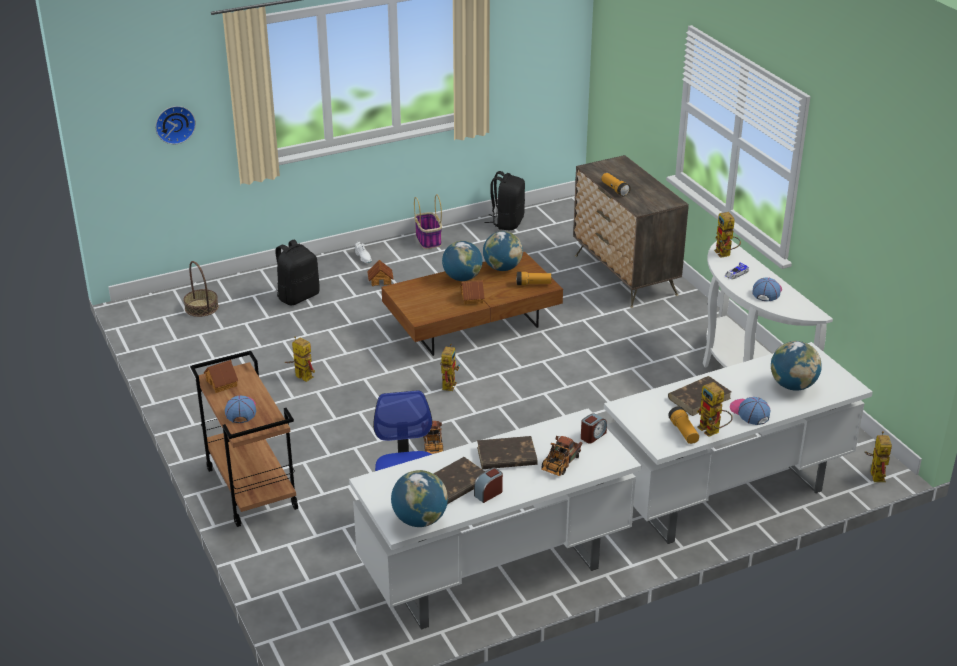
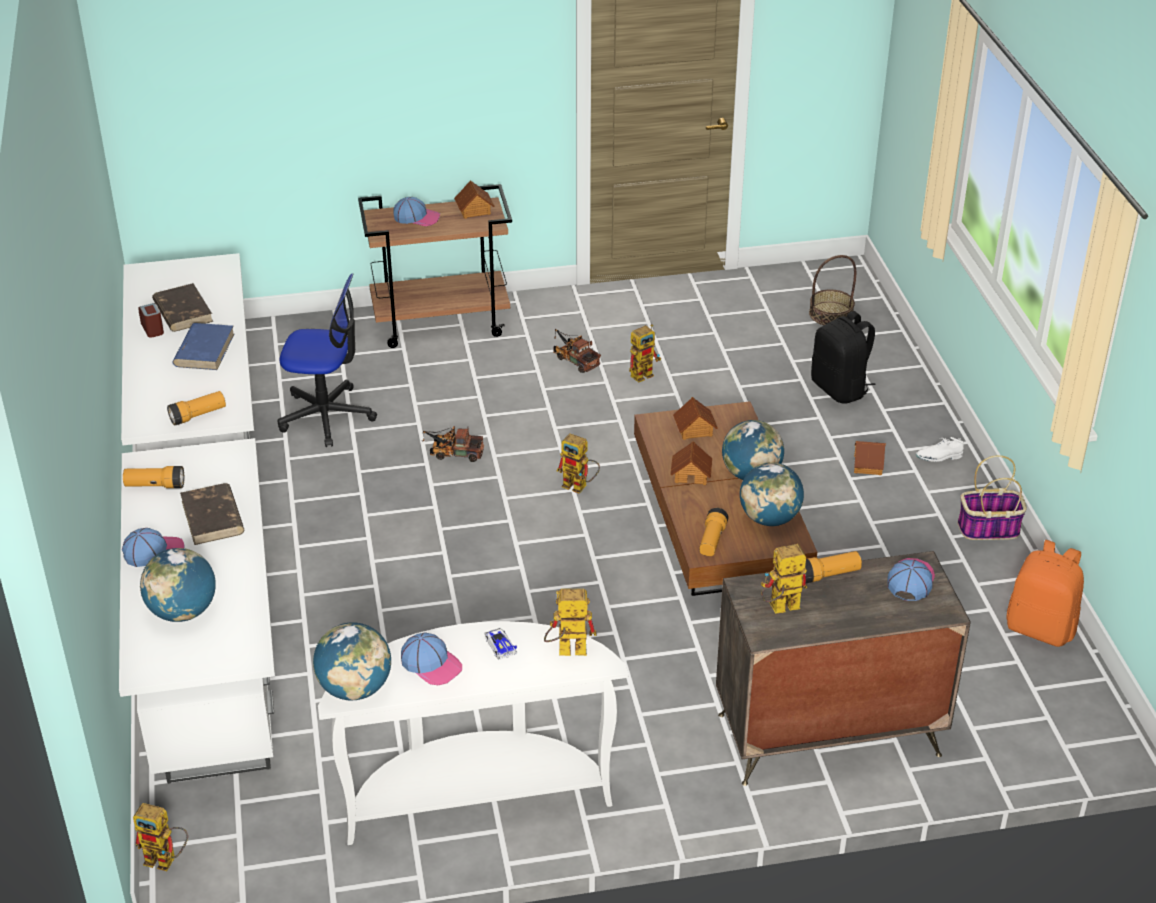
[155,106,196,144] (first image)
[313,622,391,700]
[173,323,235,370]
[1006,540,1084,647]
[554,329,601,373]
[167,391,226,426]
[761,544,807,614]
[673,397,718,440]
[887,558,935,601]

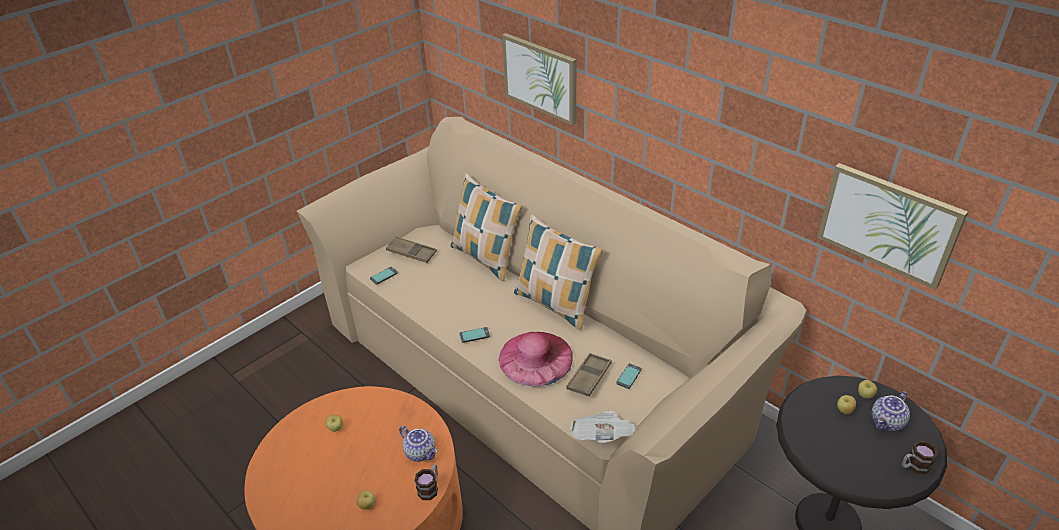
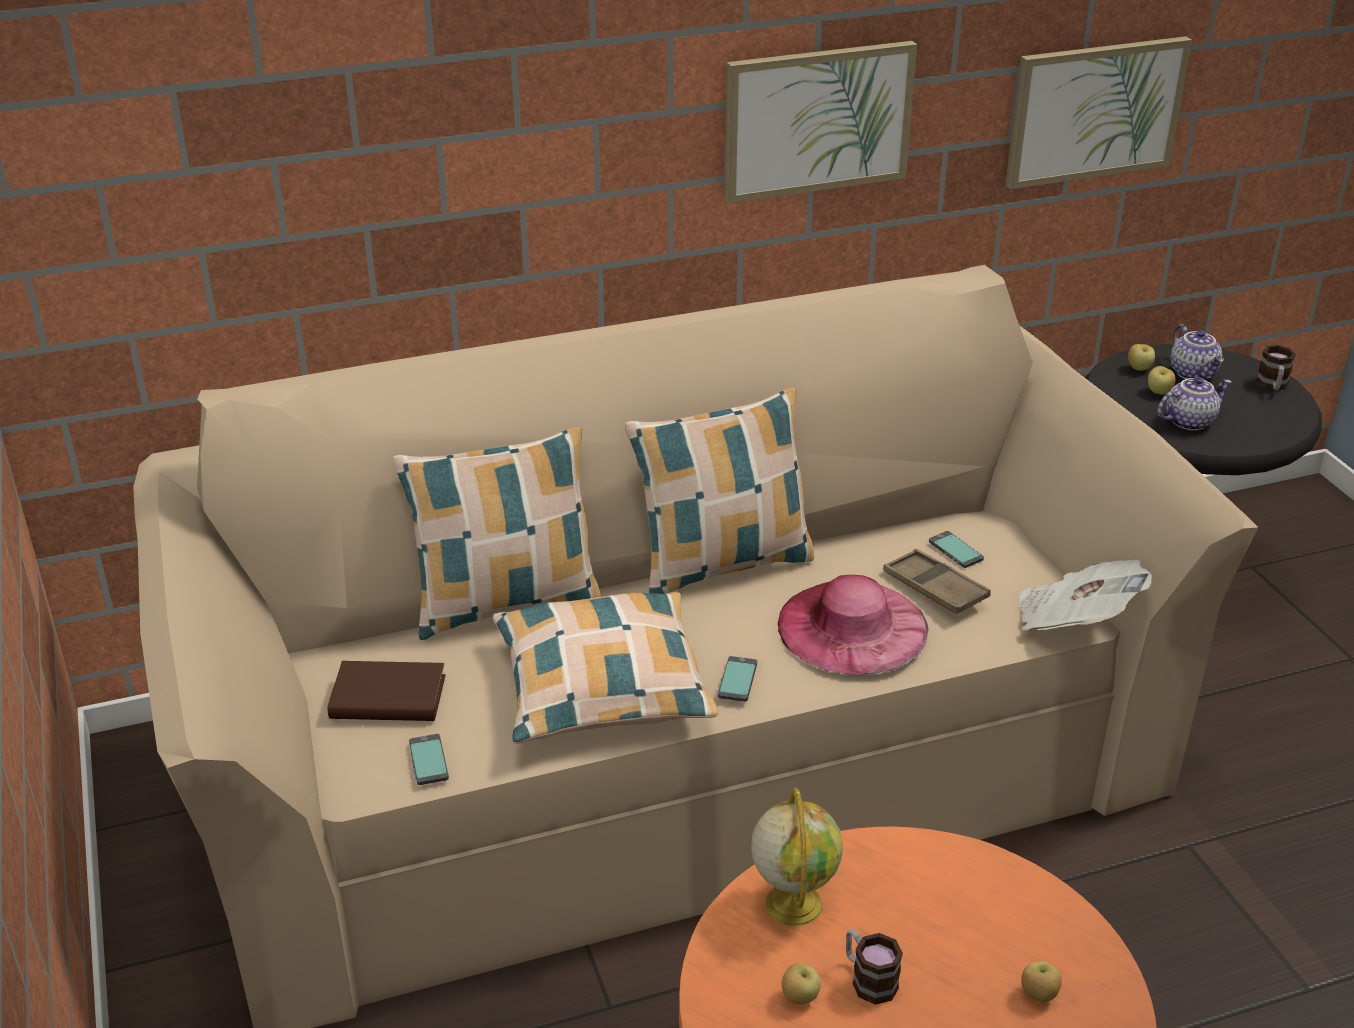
[327,661,445,721]
[1158,377,1232,431]
[846,929,903,1005]
[724,41,917,203]
[493,592,718,744]
[751,788,843,927]

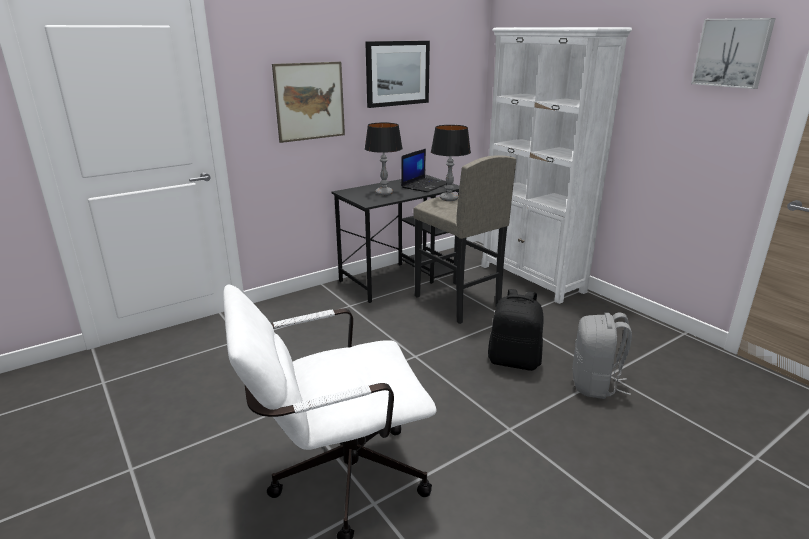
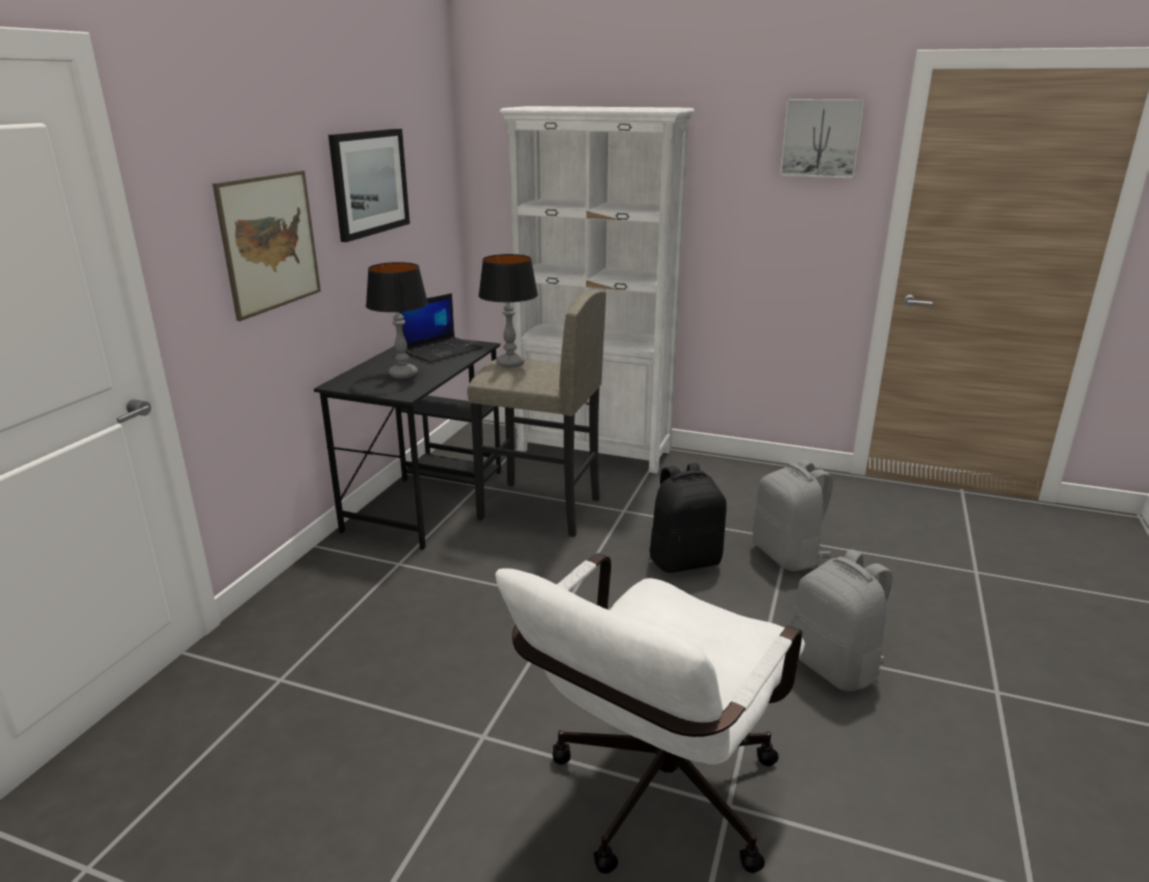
[399,293,483,363]
[791,549,893,691]

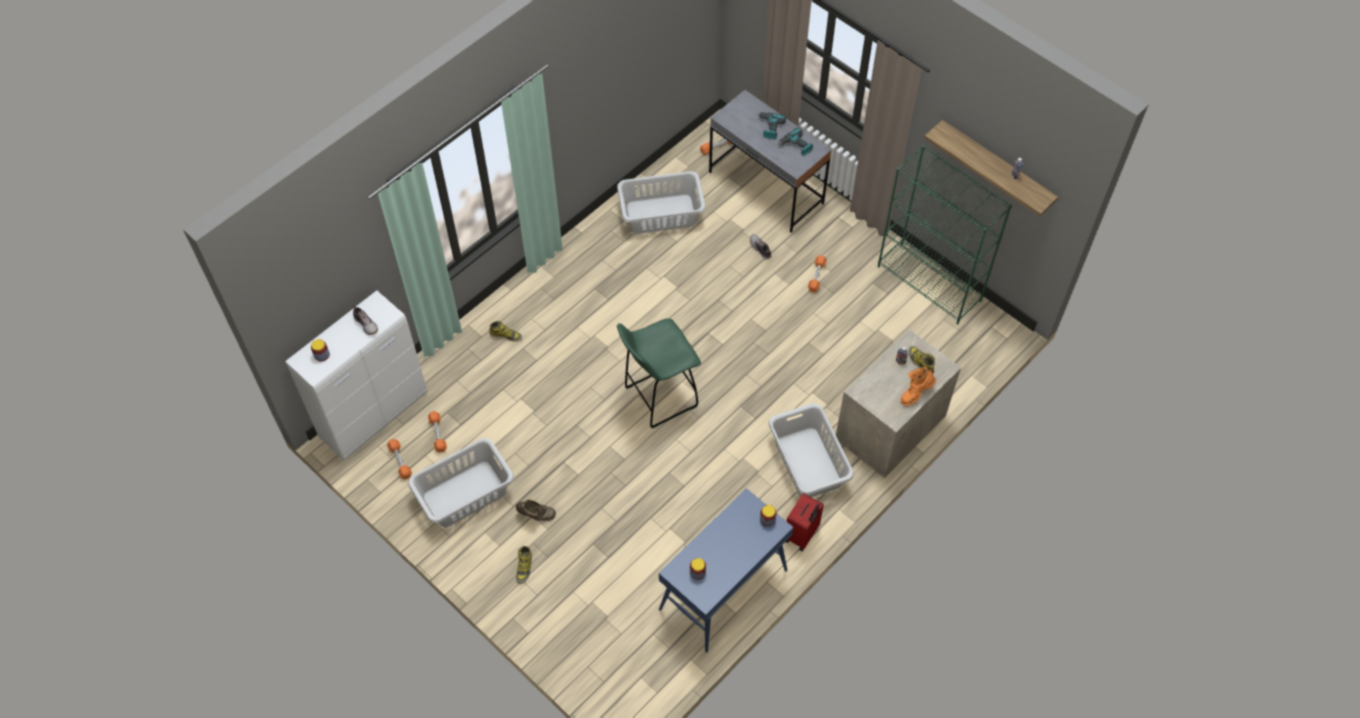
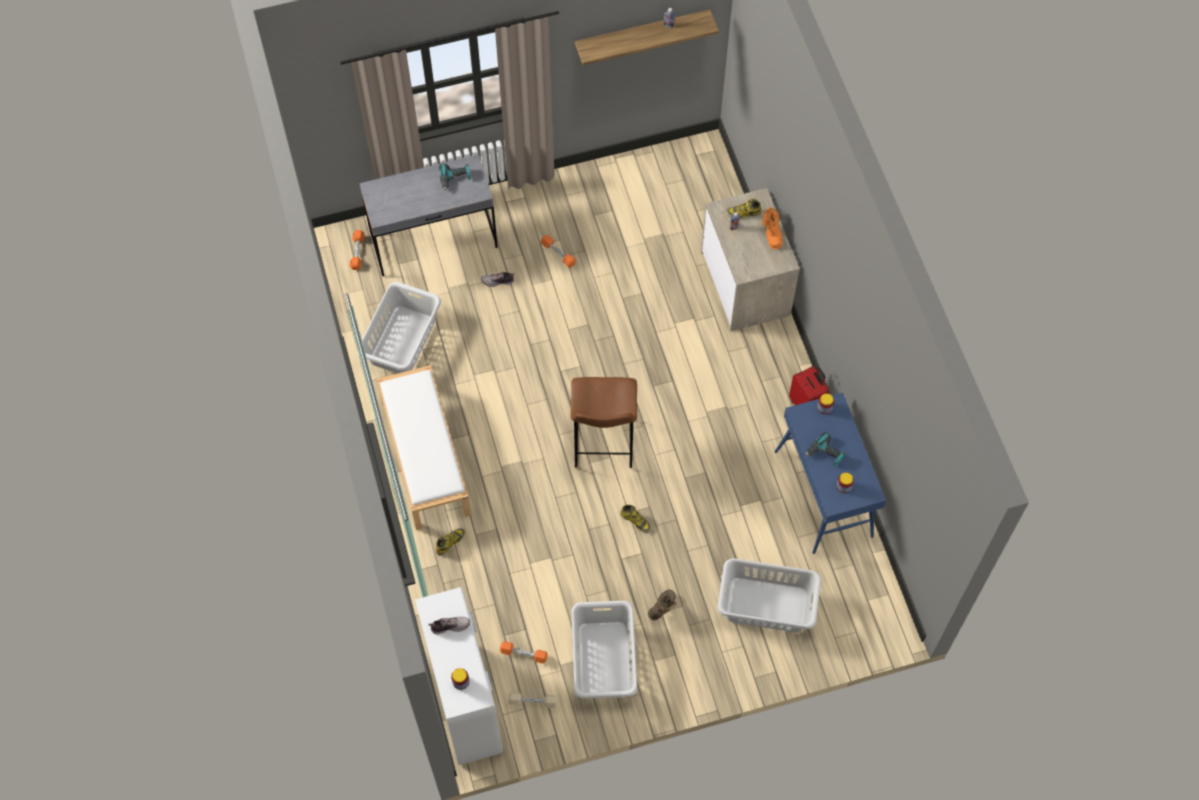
[508,692,557,708]
[620,505,652,533]
[571,377,637,468]
[805,432,846,467]
[718,558,821,632]
[878,145,1012,325] (first image)
[376,365,471,530]

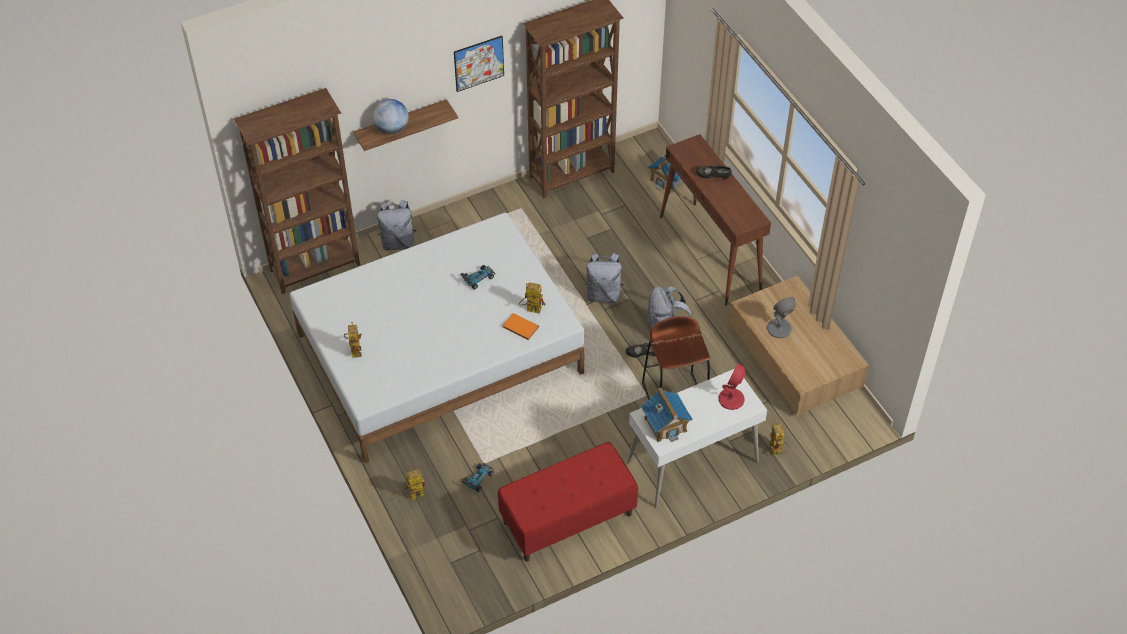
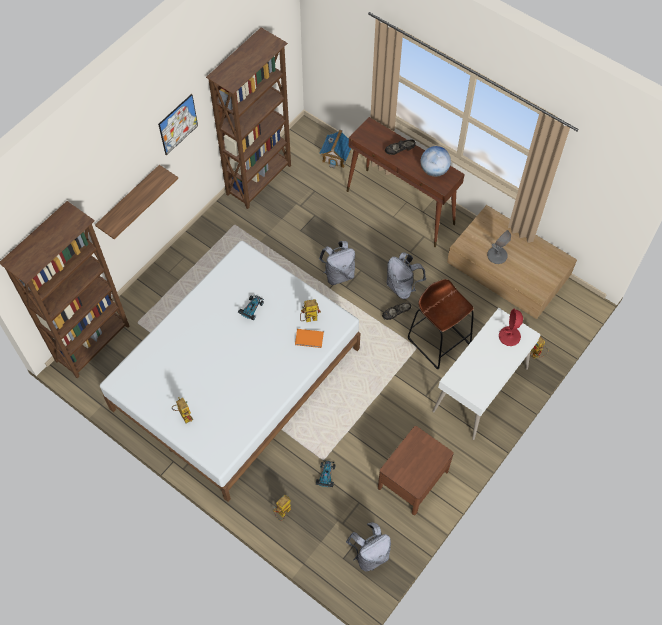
[421,146,451,177]
[346,522,391,571]
[378,426,454,515]
[641,388,692,442] (first image)

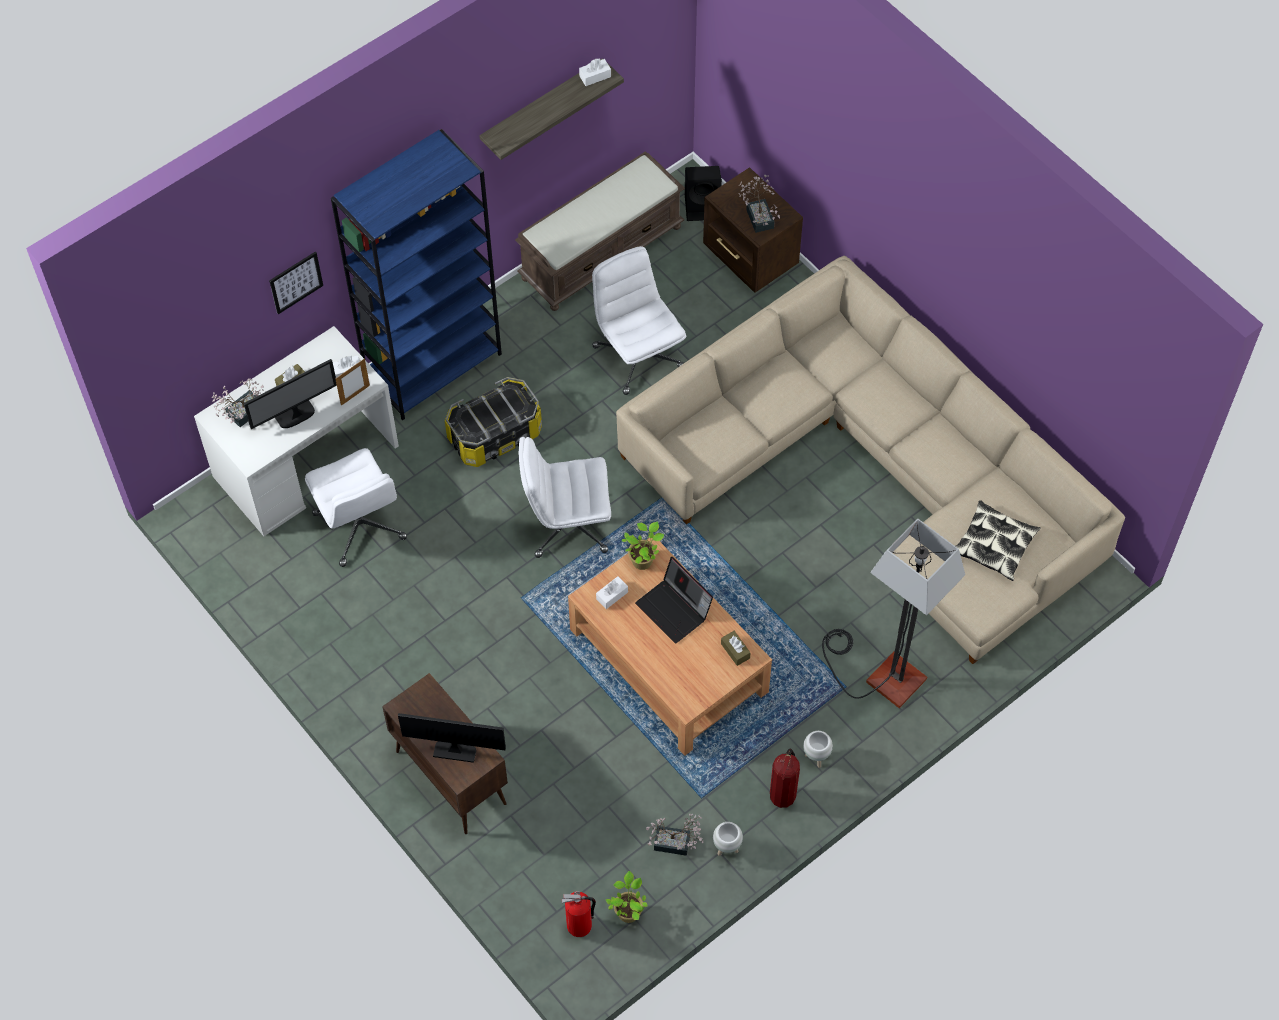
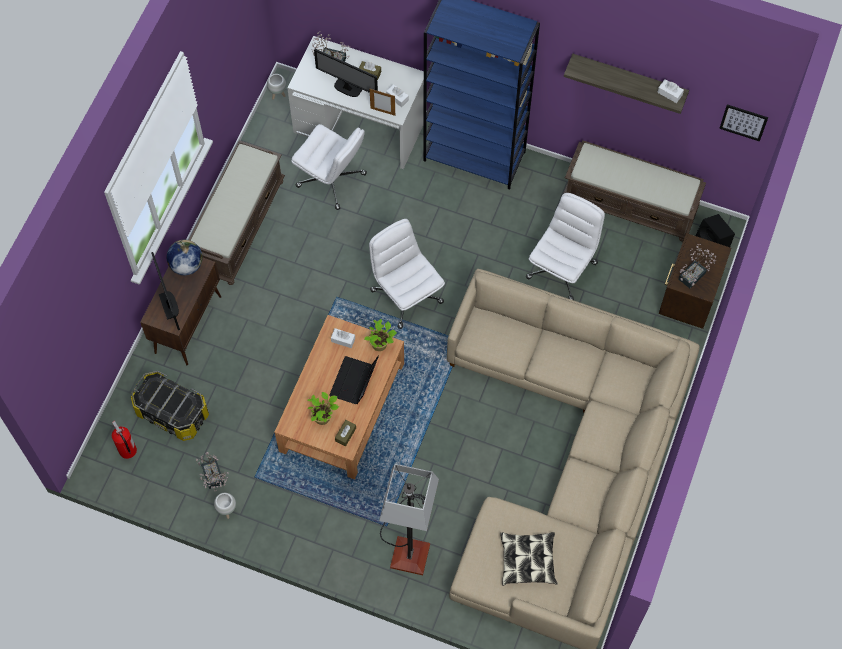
[719,104,768,142]
[291,124,367,210]
[131,371,209,441]
[307,392,339,425]
[770,749,800,808] (first image)
[267,74,286,100]
[166,239,203,275]
[189,141,285,285]

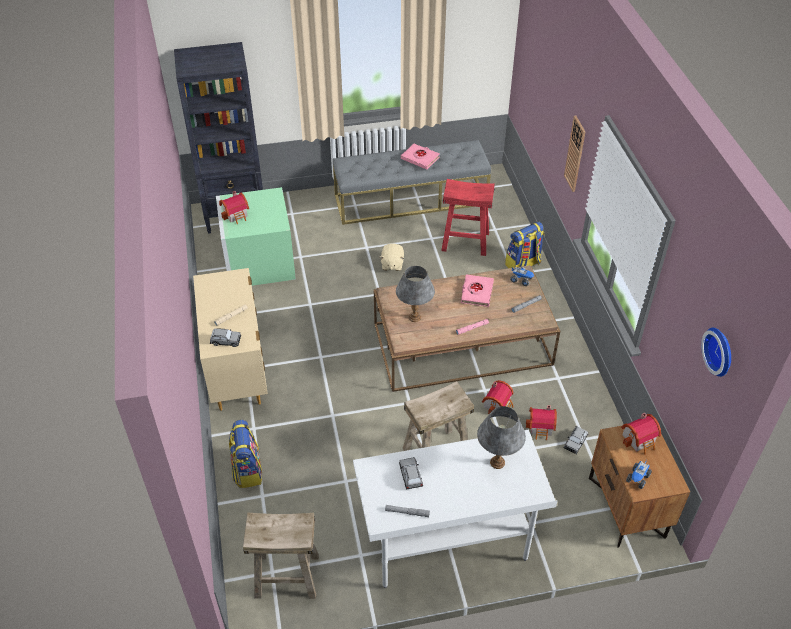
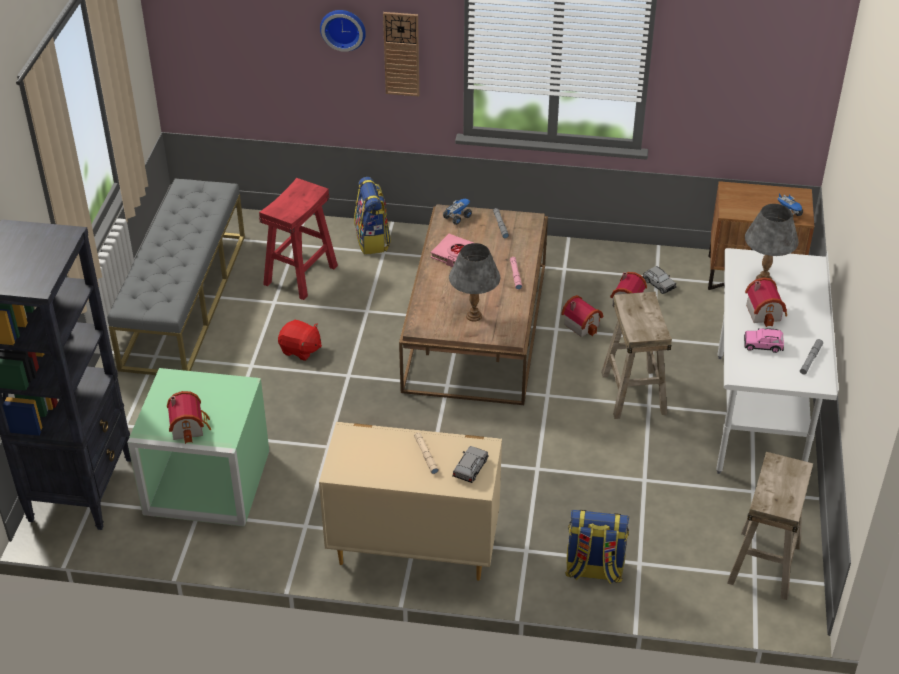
[278,320,322,361]
[744,328,784,353]
[401,144,440,170] (first image)
[745,277,787,327]
[320,10,366,52]

